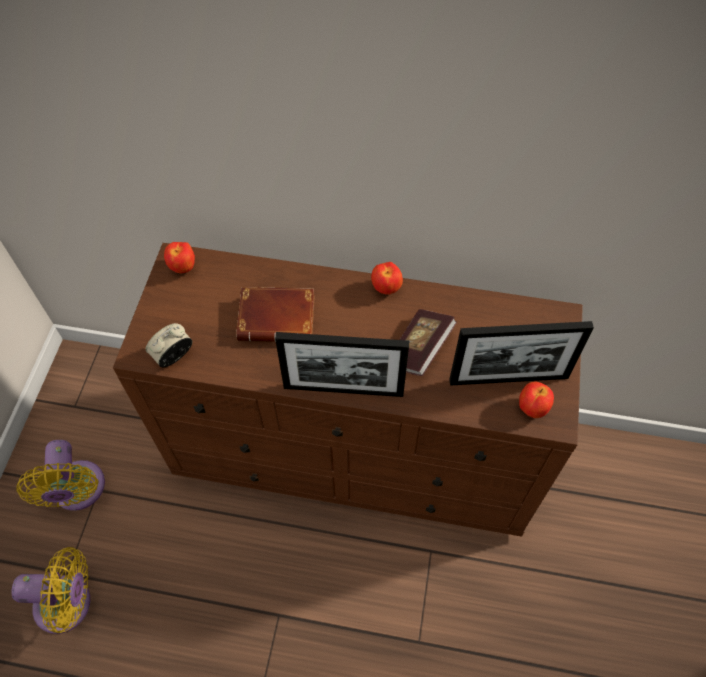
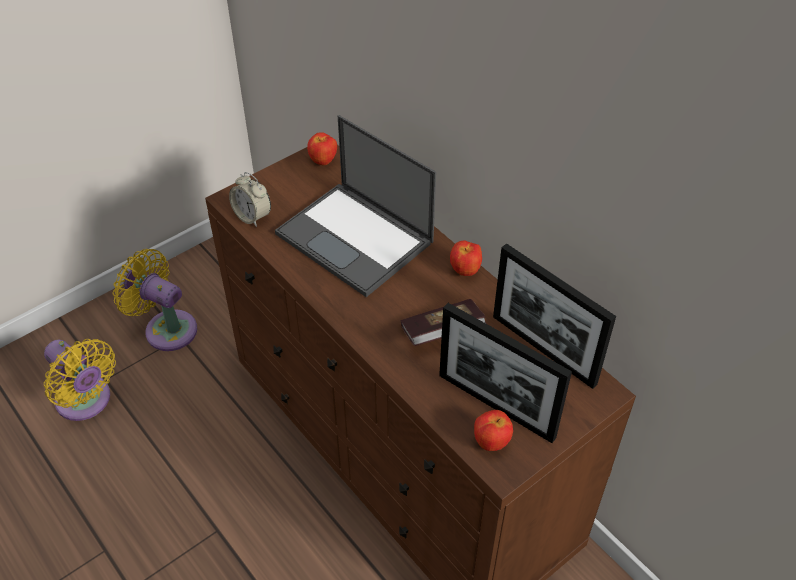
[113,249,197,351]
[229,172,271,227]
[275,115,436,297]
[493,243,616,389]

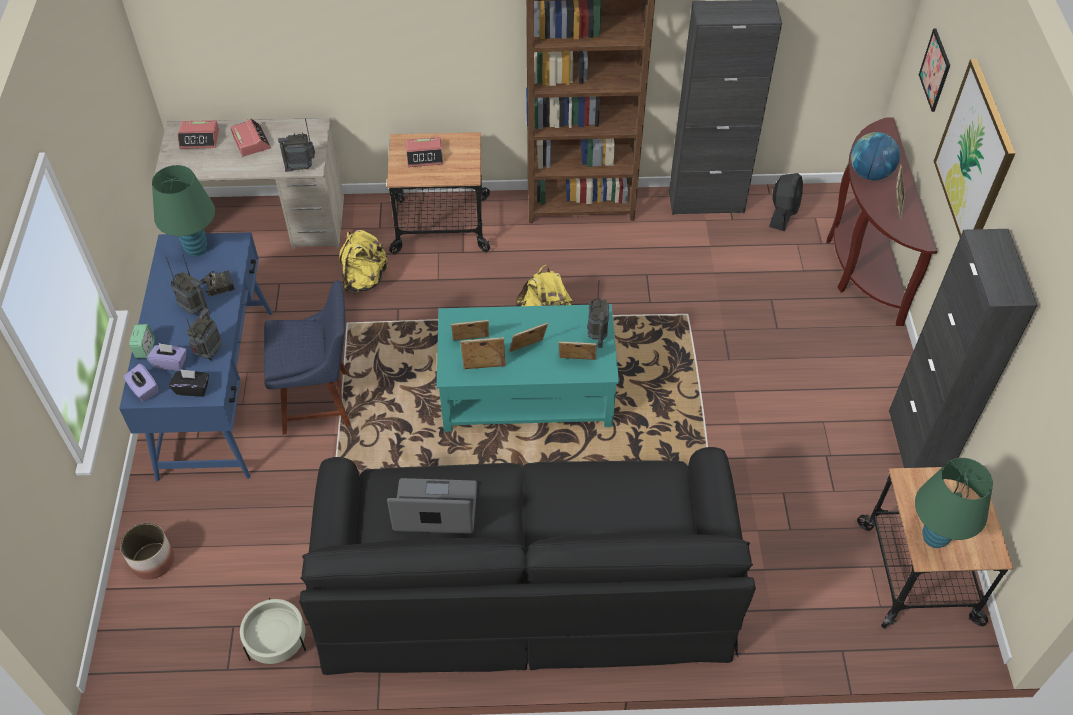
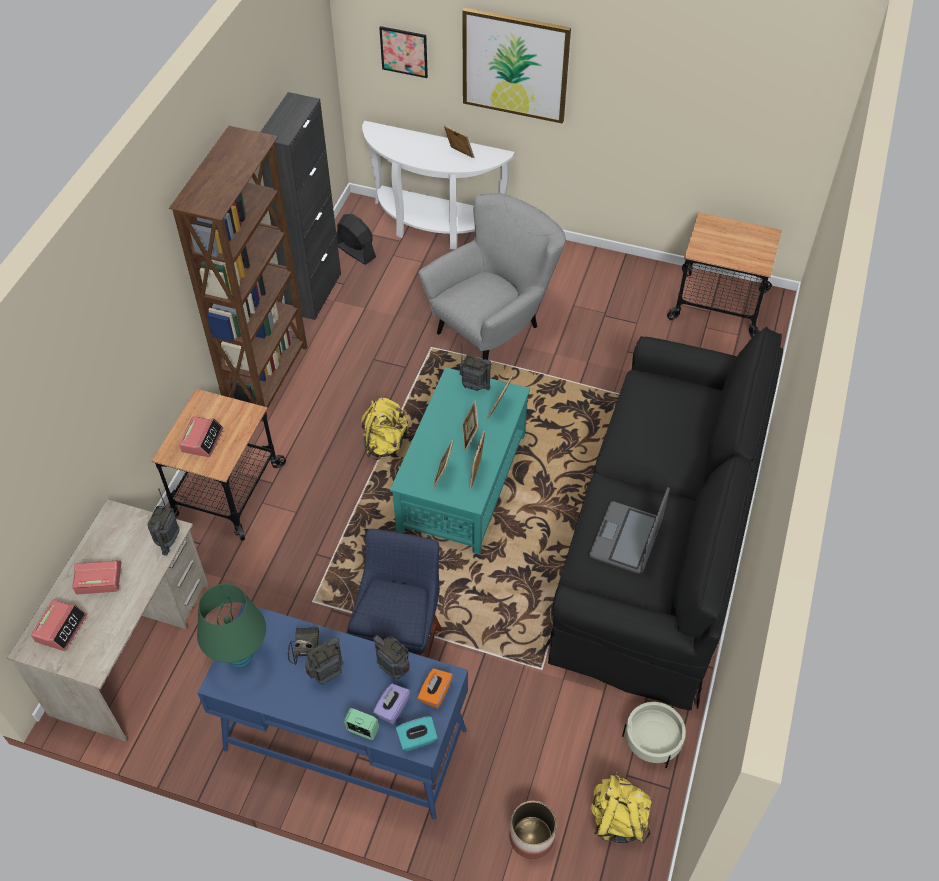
[396,716,438,751]
[418,668,453,709]
[591,772,652,844]
[362,121,515,249]
[851,132,900,180] (first image)
[889,229,1038,468] (first image)
[915,458,993,548] (first image)
[419,193,566,360]

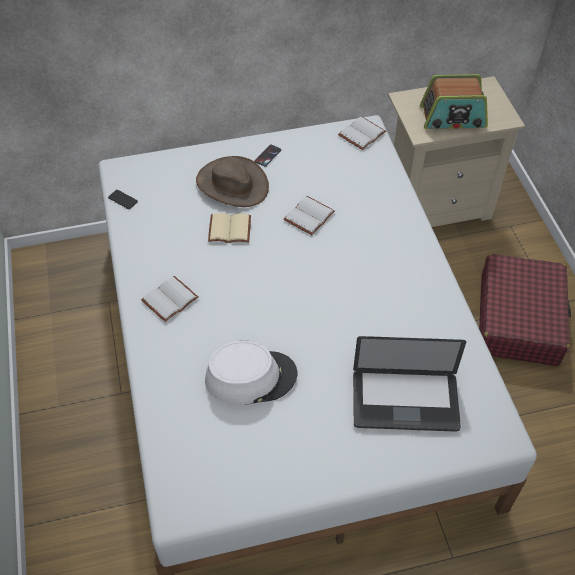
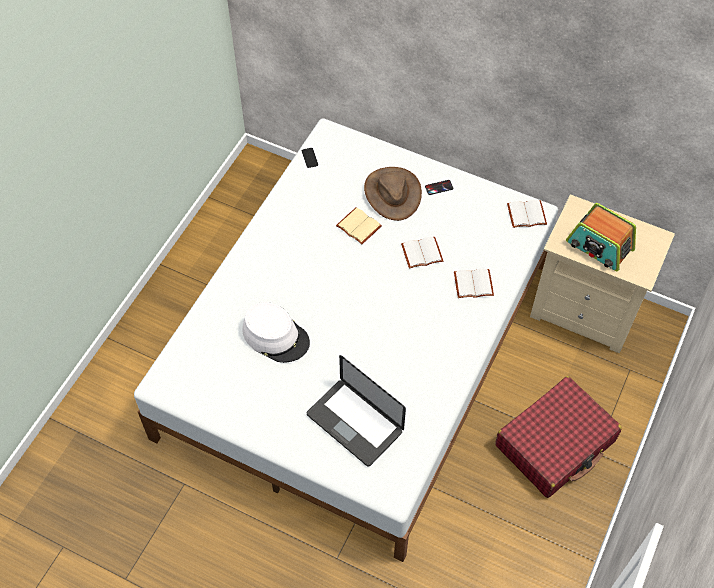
[454,269,494,298]

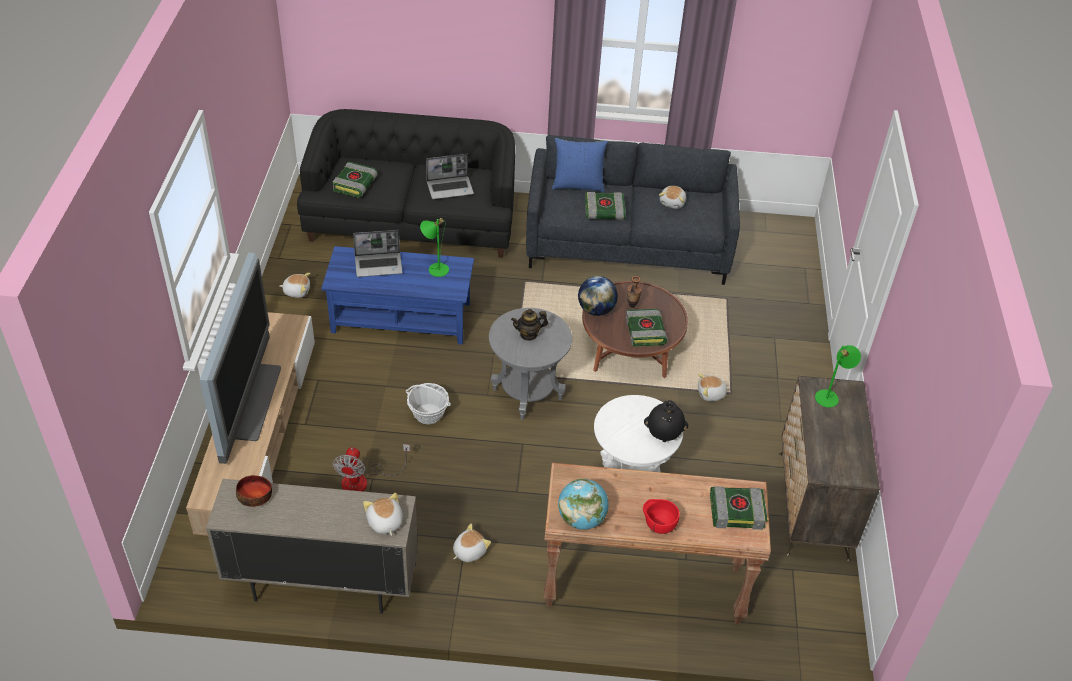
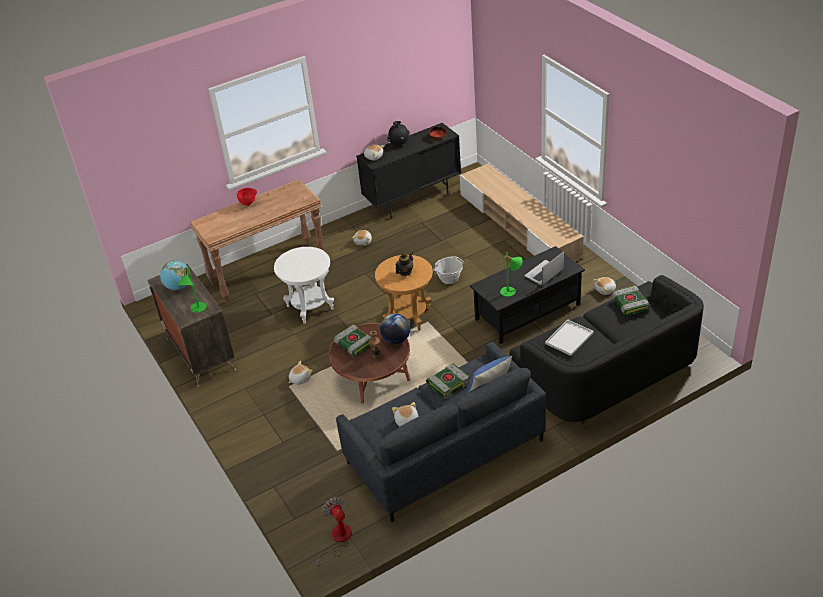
[200,253,281,464] (first image)
[356,123,461,219]
[470,246,585,344]
[316,497,352,567]
[545,320,594,356]
[375,255,433,331]
[160,260,191,290]
[387,121,410,145]
[710,486,768,530] (first image)

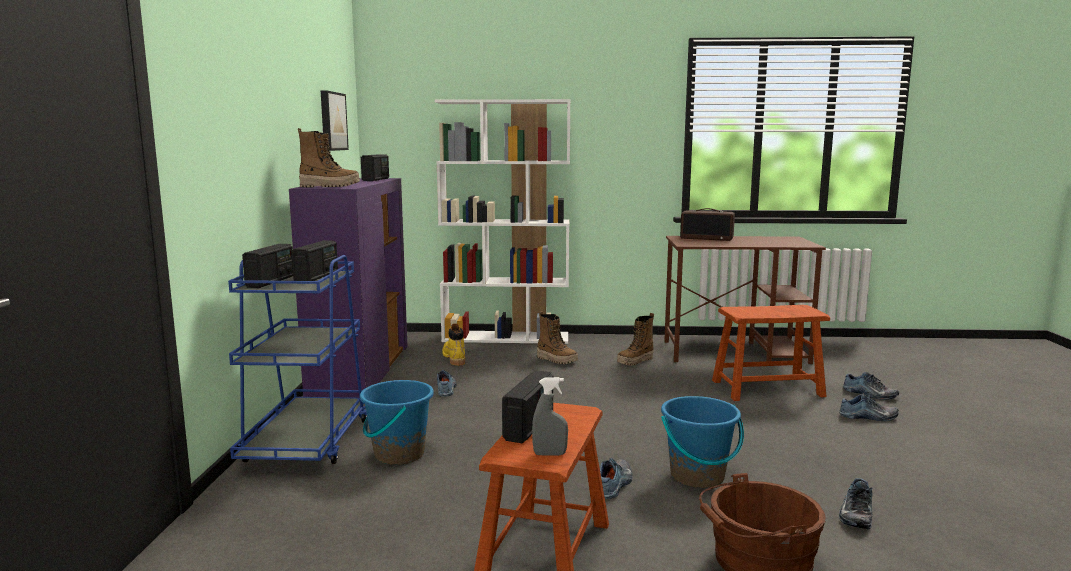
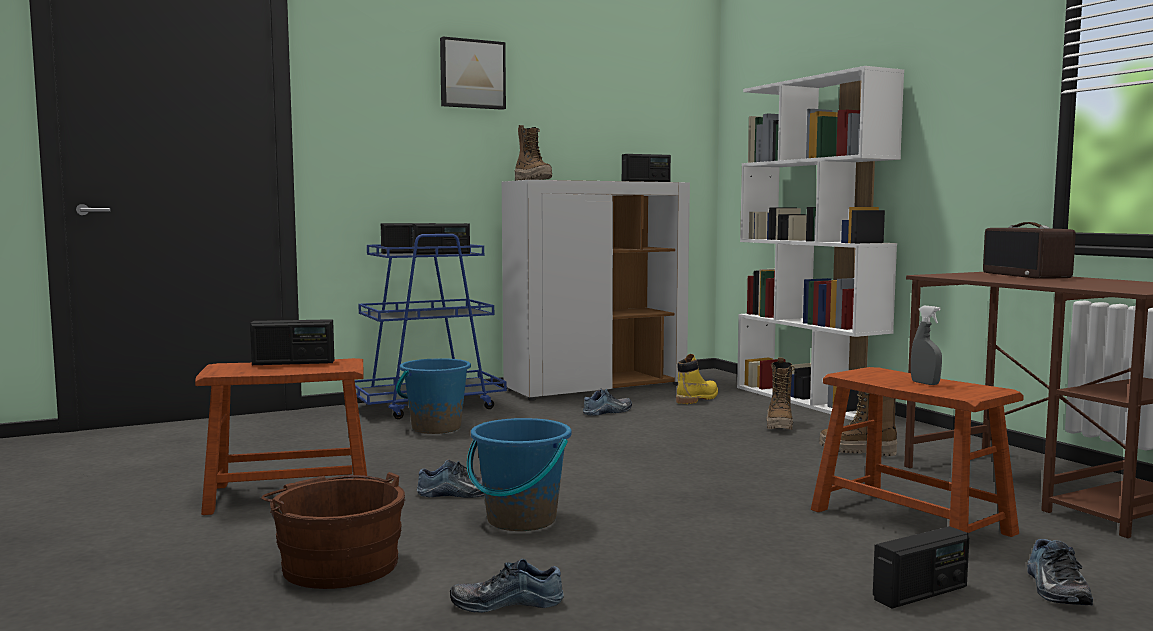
[502,180,690,401]
[440,36,506,110]
[911,306,942,385]
[873,526,969,609]

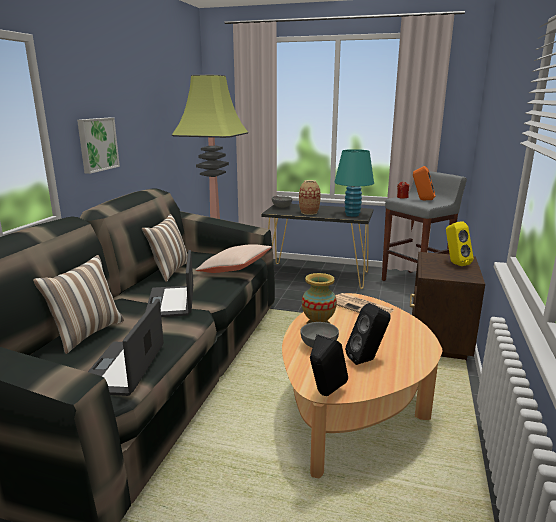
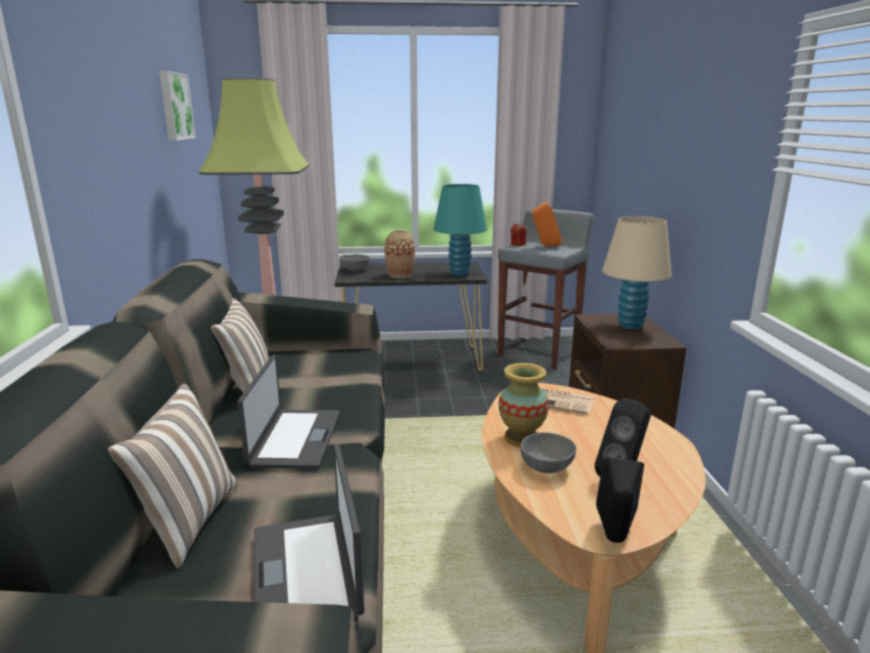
[159,71,196,141]
[237,355,340,469]
[196,244,272,273] (first image)
[602,216,672,329]

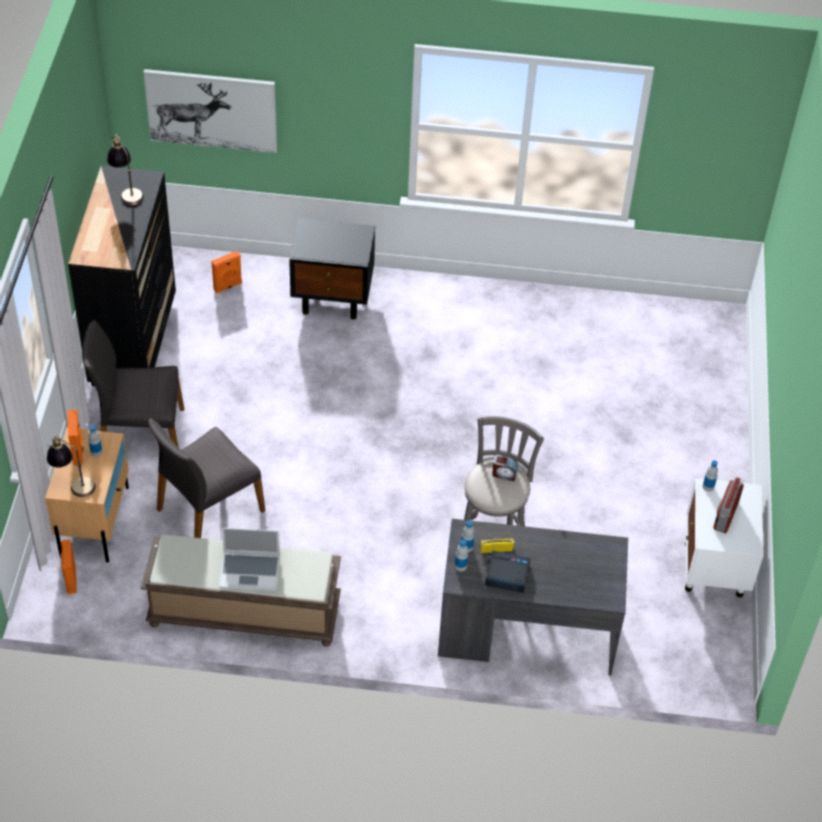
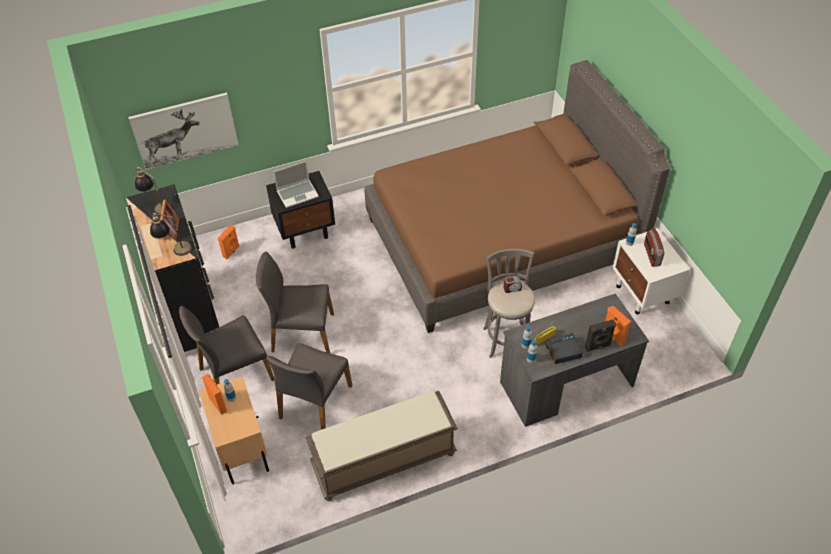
[150,213,192,256]
[605,305,631,346]
[273,161,319,208]
[159,199,179,240]
[256,252,334,353]
[365,60,670,333]
[585,319,616,352]

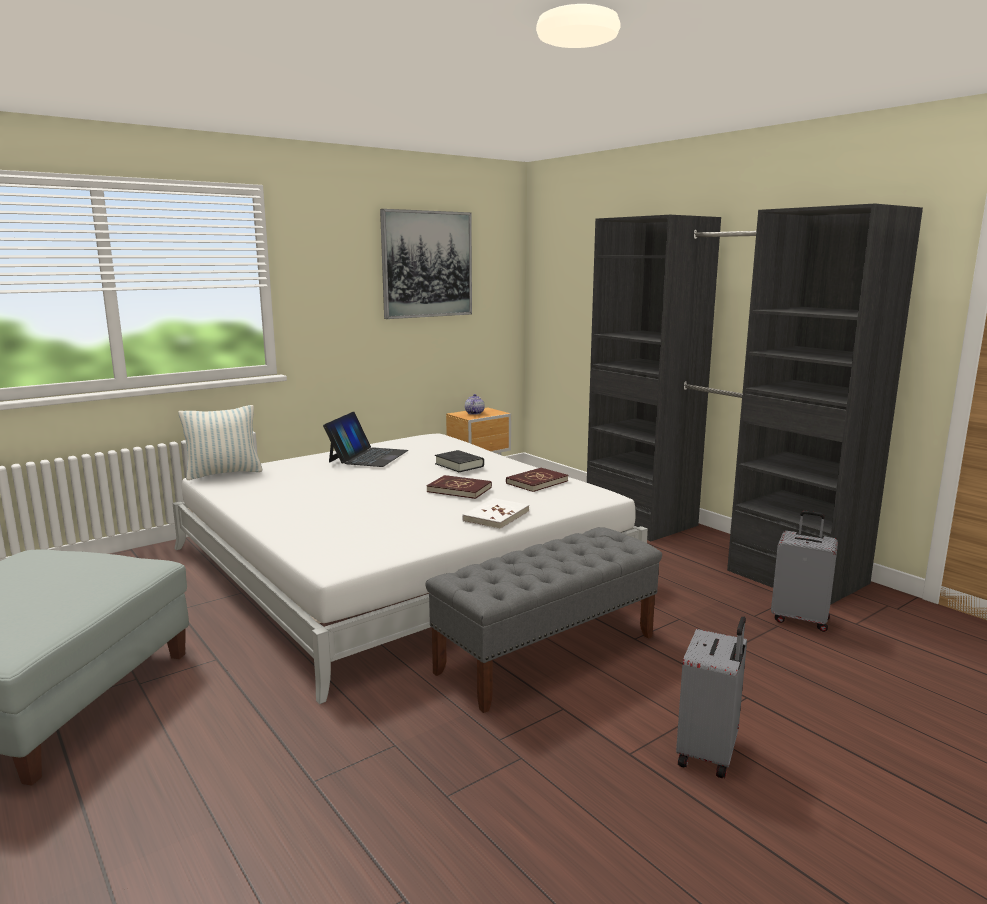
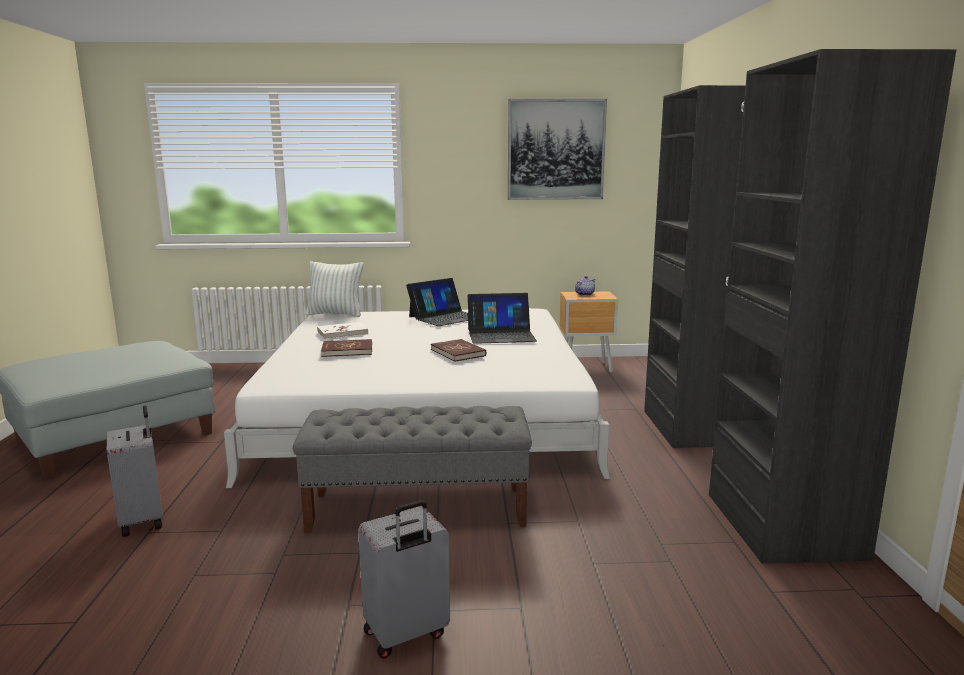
[468,293,537,344]
[317,322,368,339]
[321,339,372,357]
[107,406,163,537]

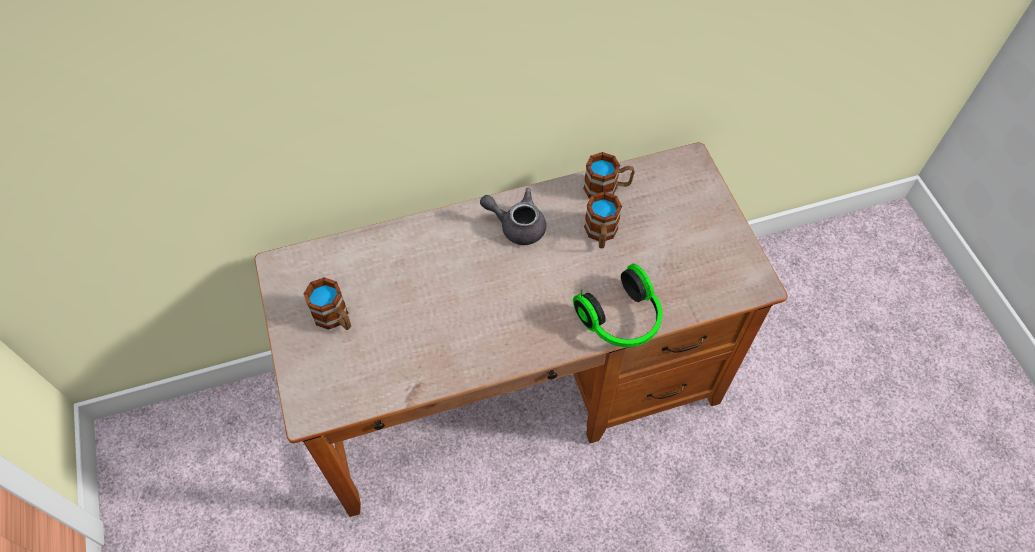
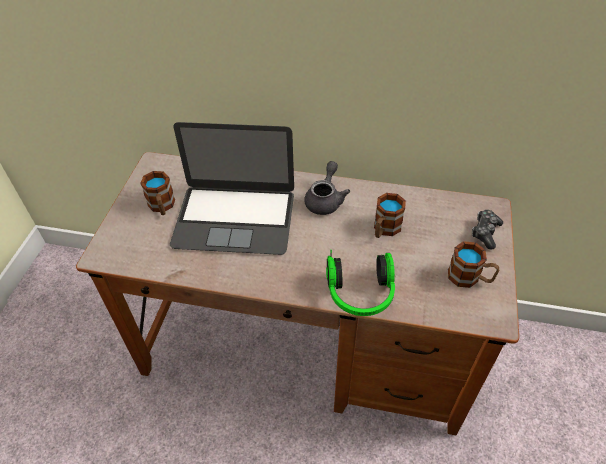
[304,161,350,215]
[448,241,499,288]
[170,122,294,255]
[472,210,503,249]

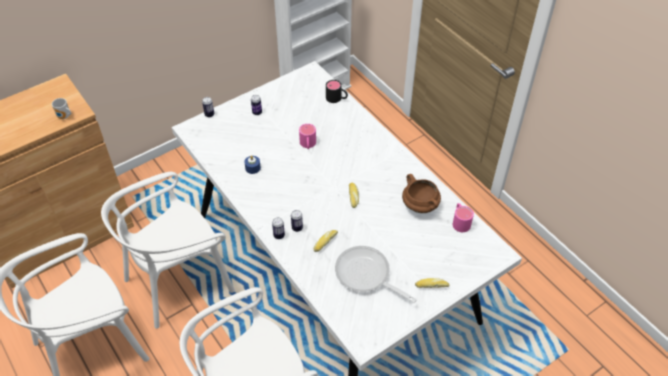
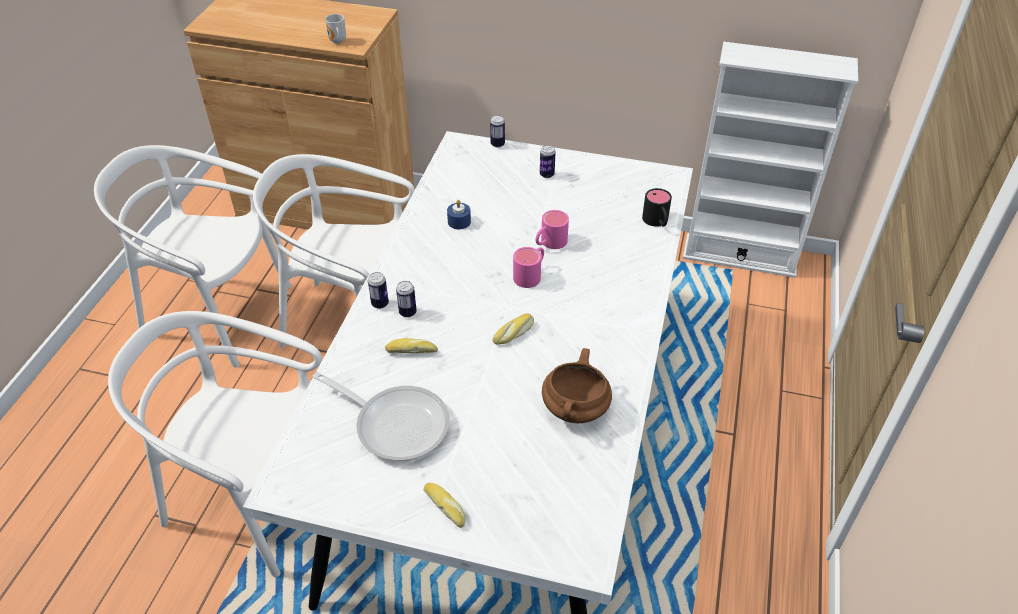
[312,372,450,461]
[513,247,544,288]

